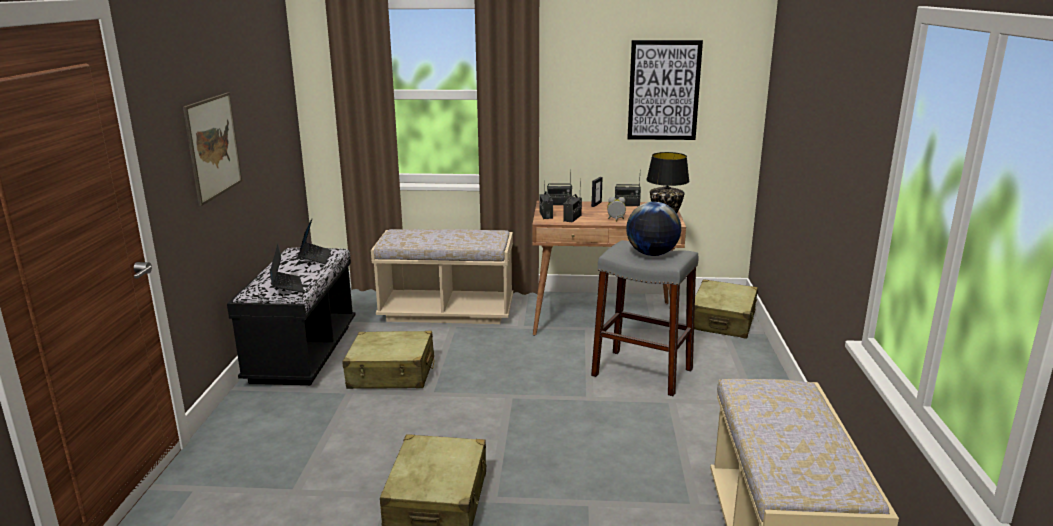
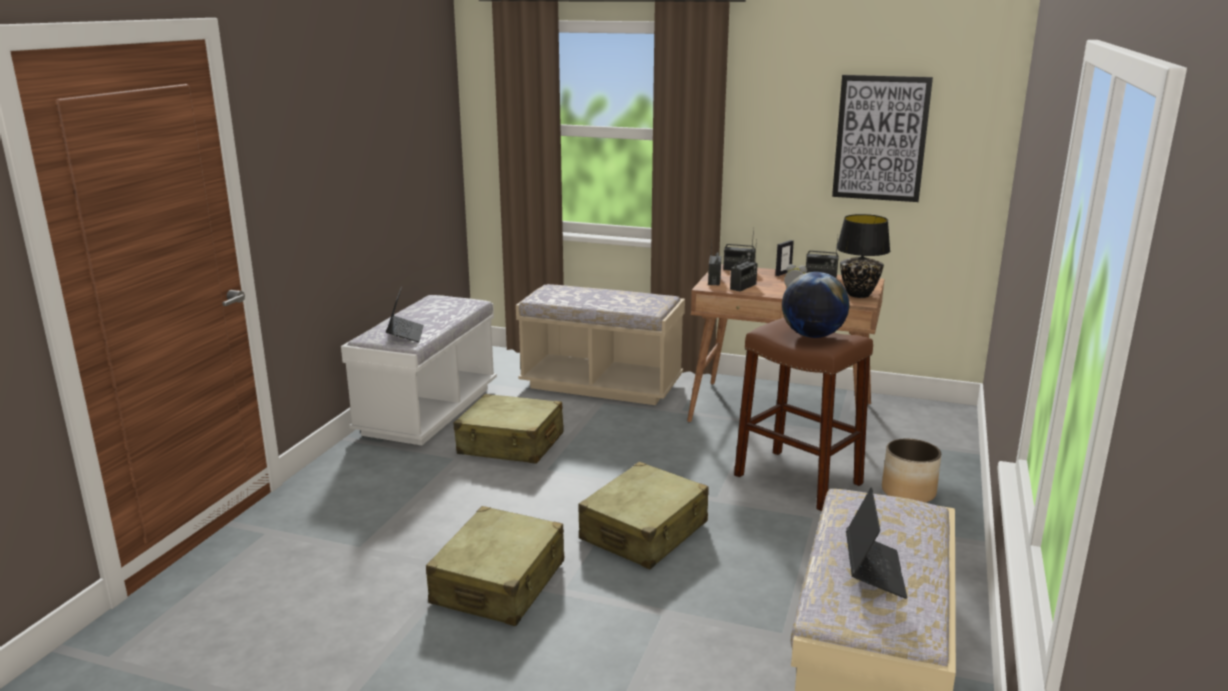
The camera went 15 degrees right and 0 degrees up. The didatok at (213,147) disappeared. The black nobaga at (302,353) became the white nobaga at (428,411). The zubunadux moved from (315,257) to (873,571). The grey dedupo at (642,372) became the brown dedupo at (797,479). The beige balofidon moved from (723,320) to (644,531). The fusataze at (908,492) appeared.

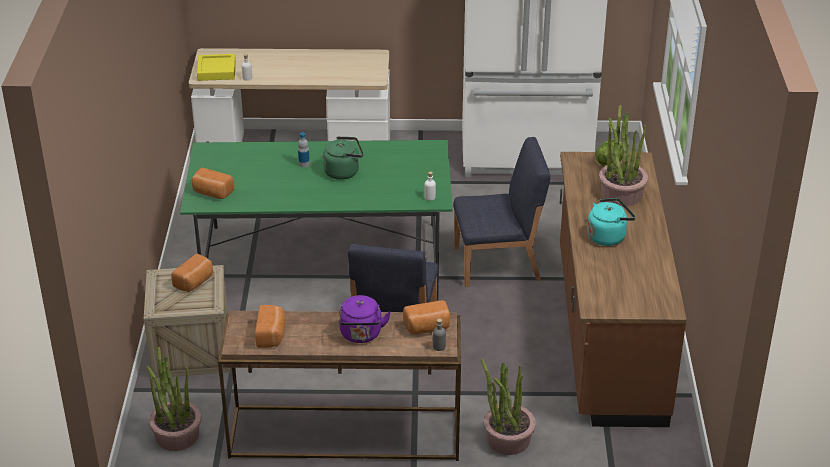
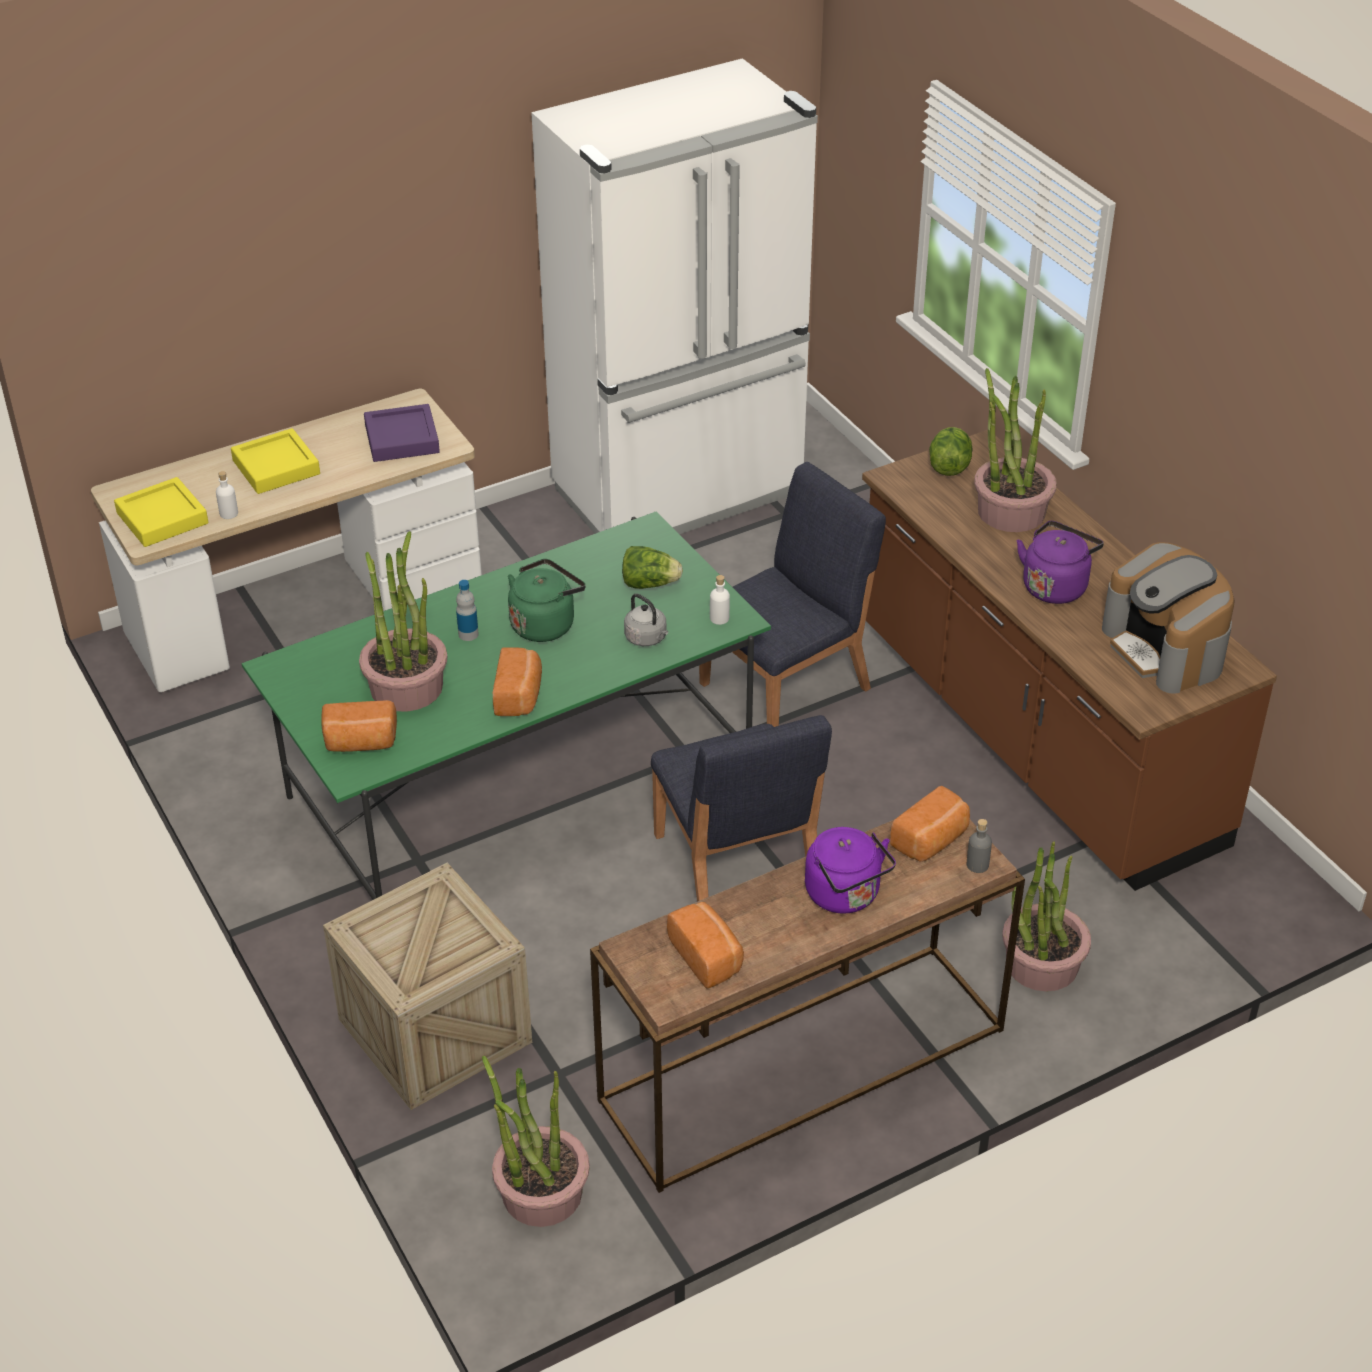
The camera went 30 degrees left and 5 degrees up. The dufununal moved from (195,282) to (519,696). The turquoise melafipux at (608,236) became the purple melafipux at (1055,586). The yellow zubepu at (276,467) appeared. The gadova at (406,686) appeared. The purple zubepu at (402,439) appeared. The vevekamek at (649,584) appeared. The grey melafipux at (647,638) appeared. The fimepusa at (1165,649) appeared.

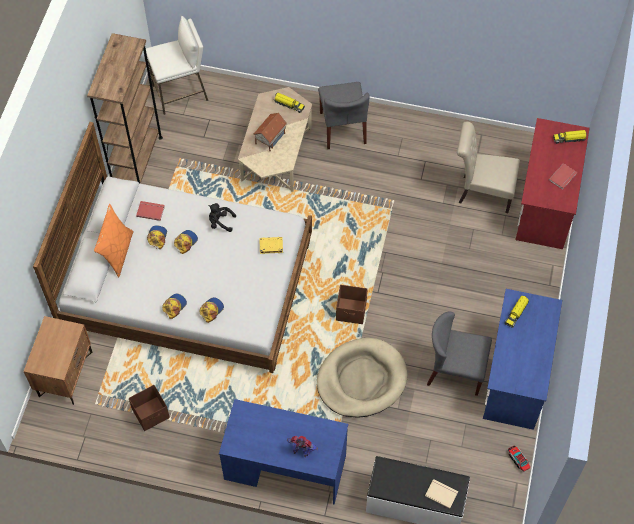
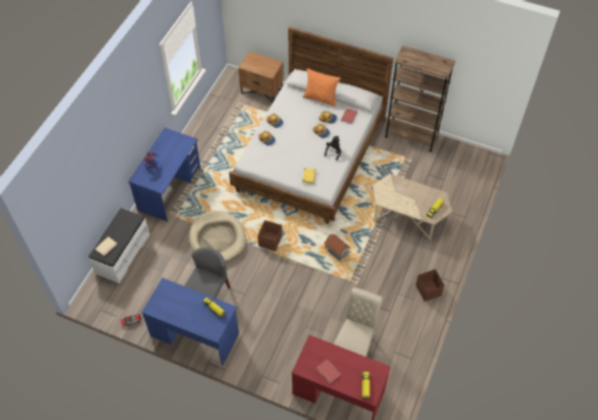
The camera went 100 degrees right and 5 degrees down. The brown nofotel moved from (151,414) to (428,291). The white dedupo at (180,93) disappeared. The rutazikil moved from (270,138) to (336,251). The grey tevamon at (343,128) disappeared.

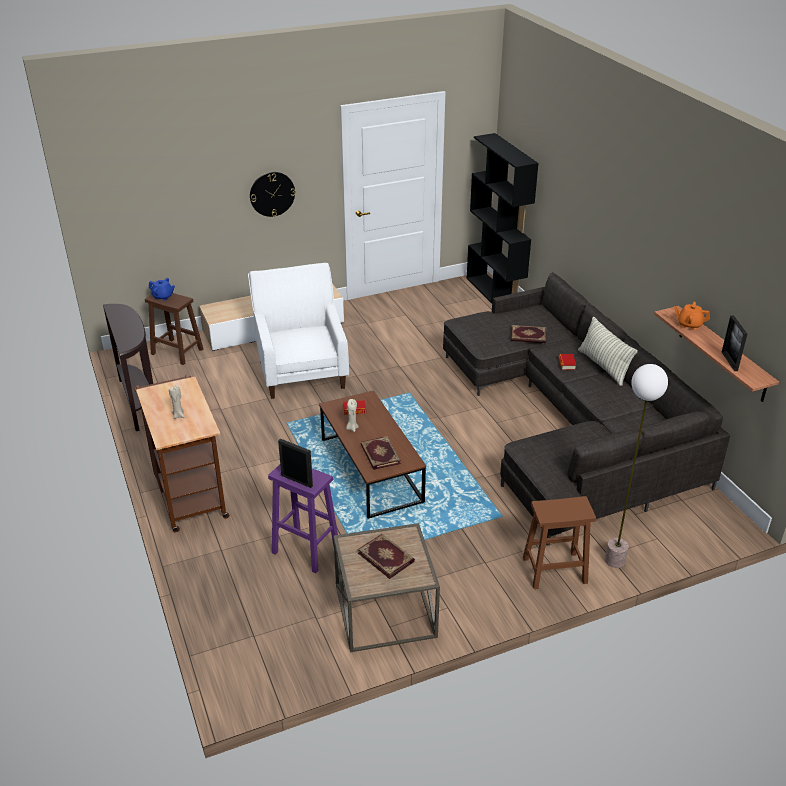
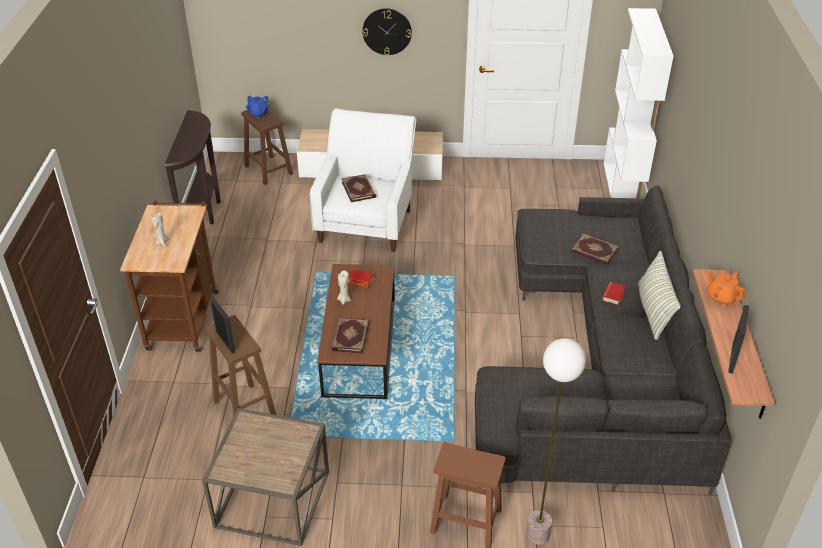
The camera went 25 degrees right and 5 degrees up. The purple dedupo at (305,550) became the brown dedupo at (244,408). The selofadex moved from (386,557) to (359,189). The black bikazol at (495,294) became the white bikazol at (622,189).

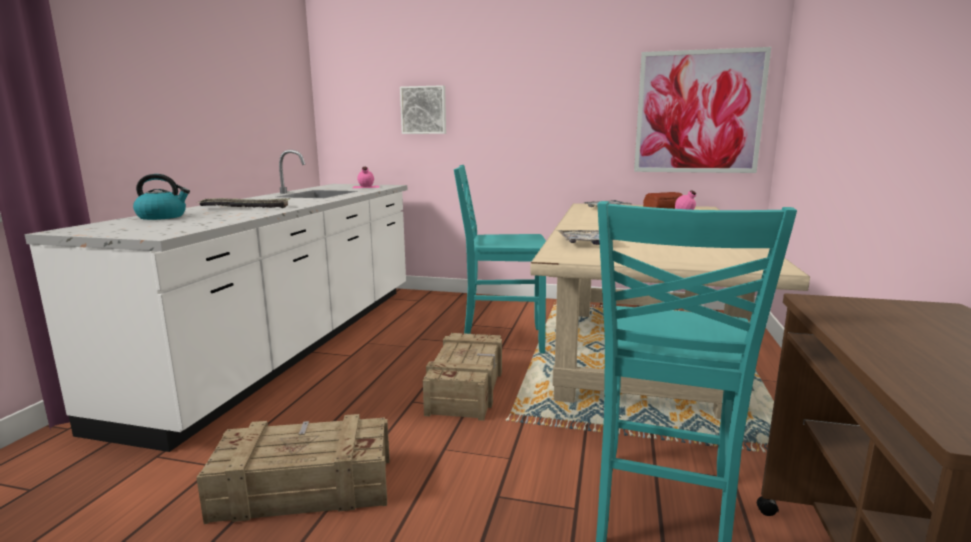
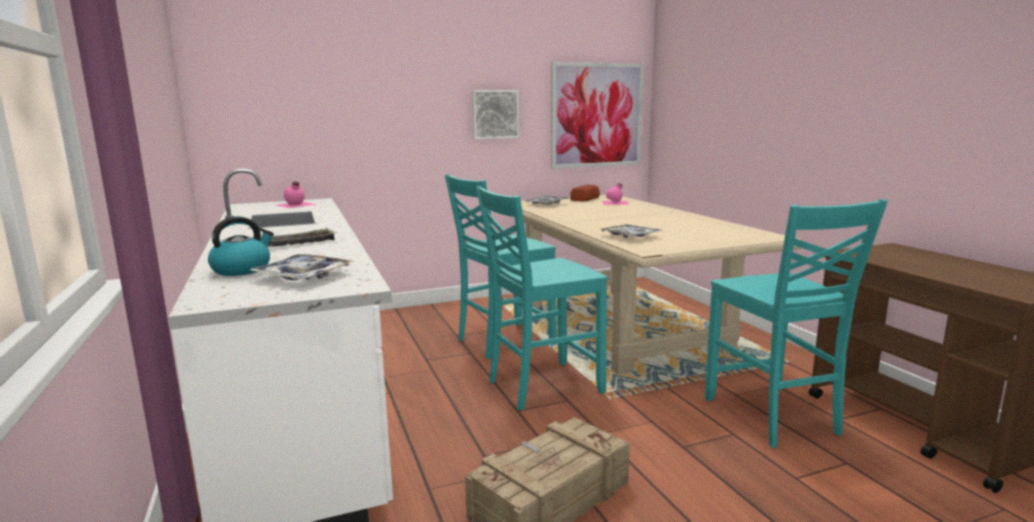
The camera went 35 degrees left and 0 degrees up. The didatok moved from (424,110) to (494,114). The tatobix at (467,388) was replaced by the turquoise tevamon at (542,386). The zubepu at (303,276) appeared.

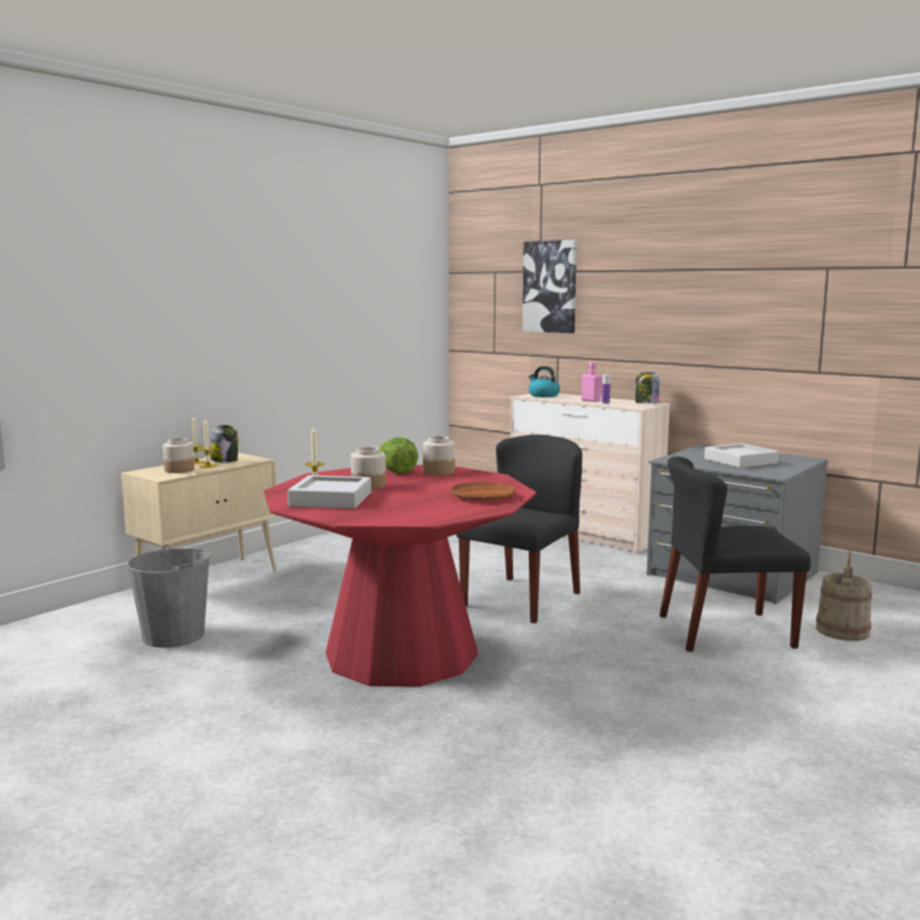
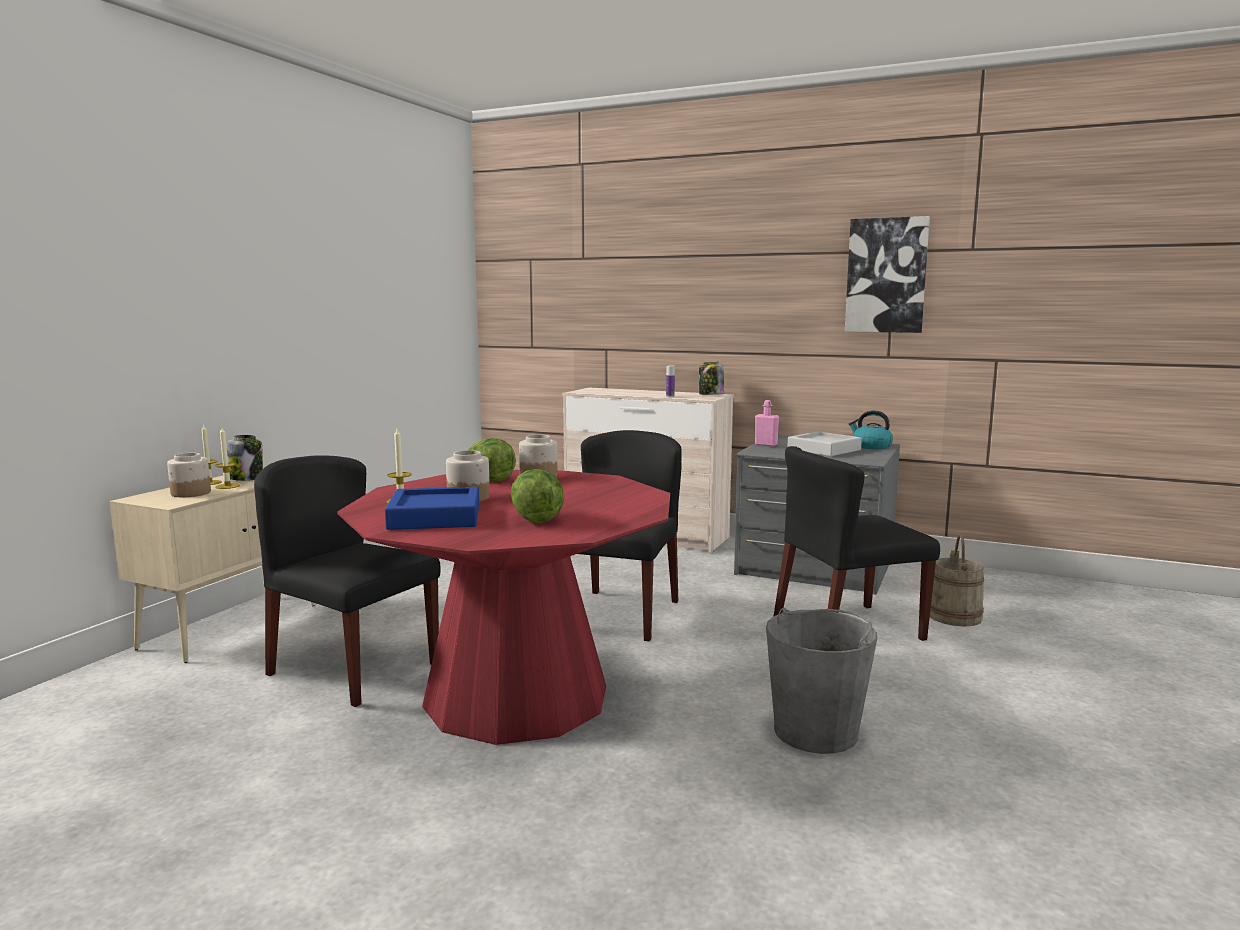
The camera went 15 degrees left and 0 degrees up. The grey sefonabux moved from (174,635) to (816,731). The grey zubepu at (331,499) became the blue zubepu at (435,517). The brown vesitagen at (482,496) disappeared. The didatok moved from (550,286) to (886,275). The melafipux moved from (543,395) to (871,446). The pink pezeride moved from (591,400) to (766,445). The black tevamon at (352,669) appeared. The vevekamek at (536,519) appeared.

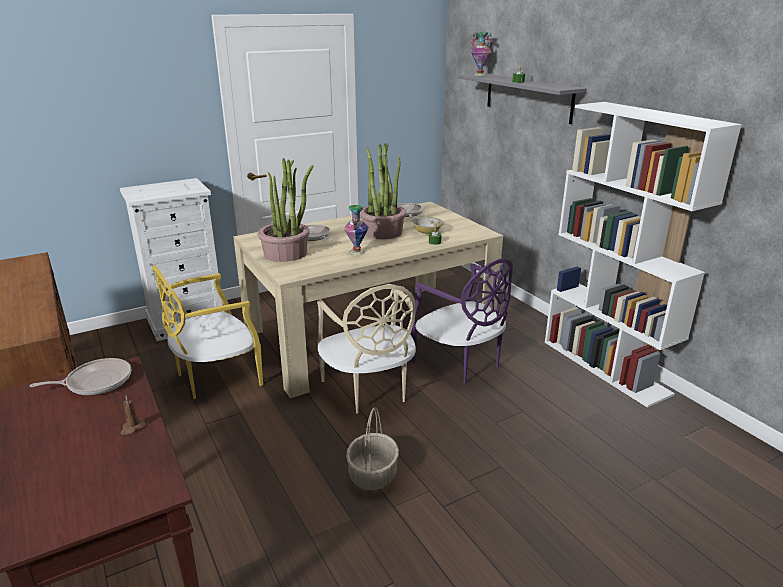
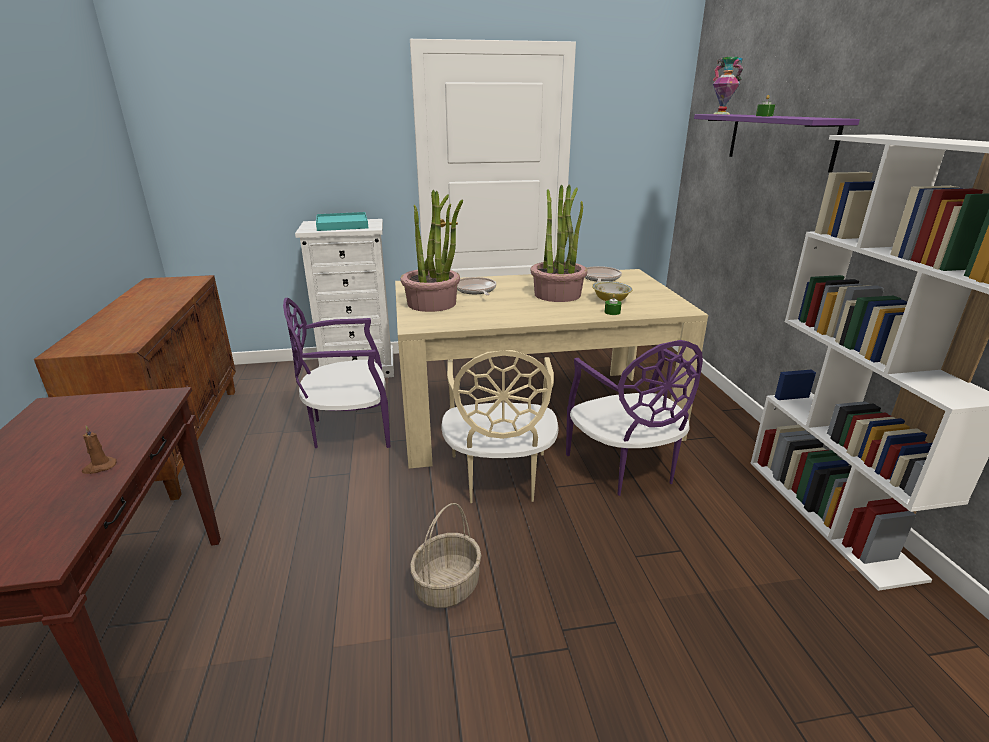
The camera went 20 degrees right and 0 degrees up. The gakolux at (96,382) disappeared. The yellow tevamon at (216,377) became the purple tevamon at (350,429). The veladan at (357,252) disappeared. The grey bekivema at (528,97) became the purple bekivema at (779,140). The turquoise zubepu at (342,225) appeared.

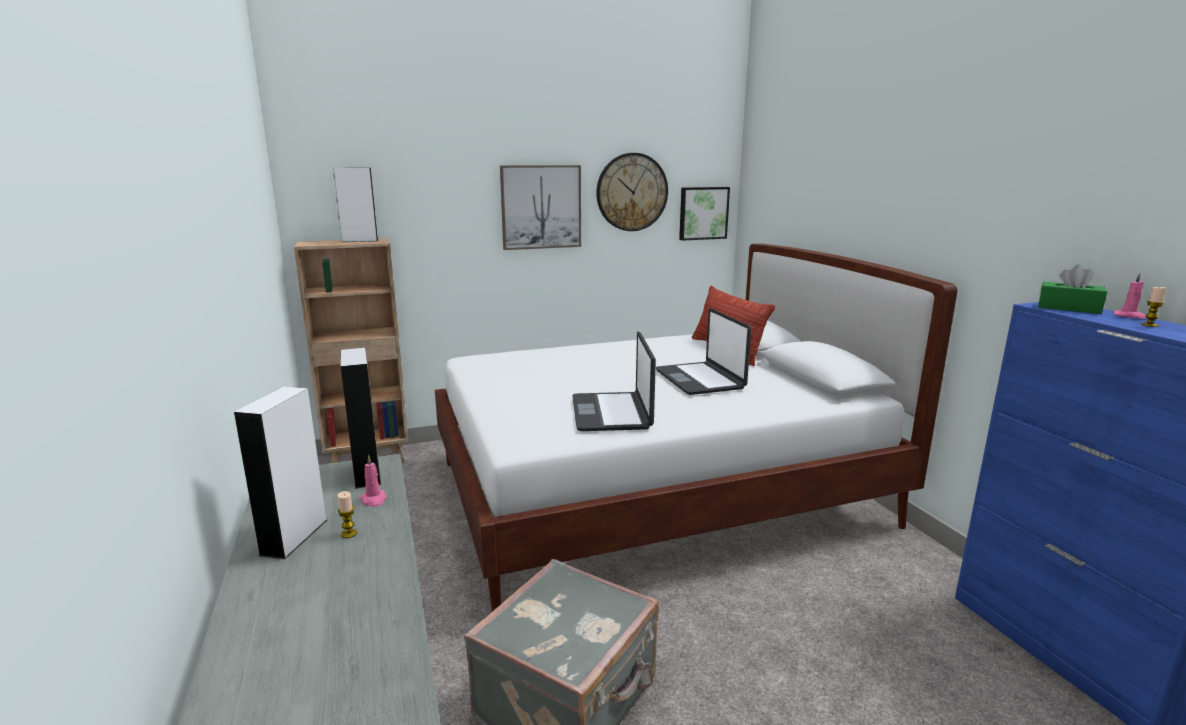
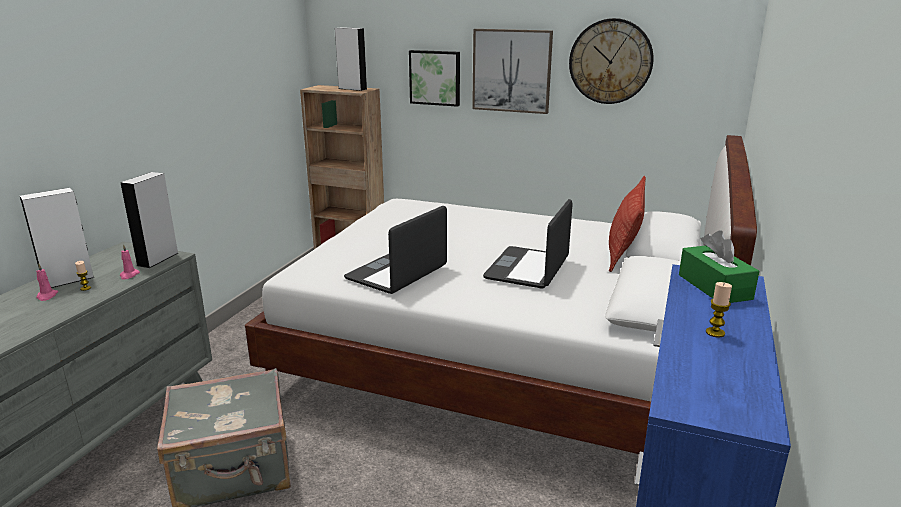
The camera went 40 degrees right and 5 degrees up. The didatok moved from (703,213) to (435,77). The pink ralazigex moved from (1130,316) to (47,296).

